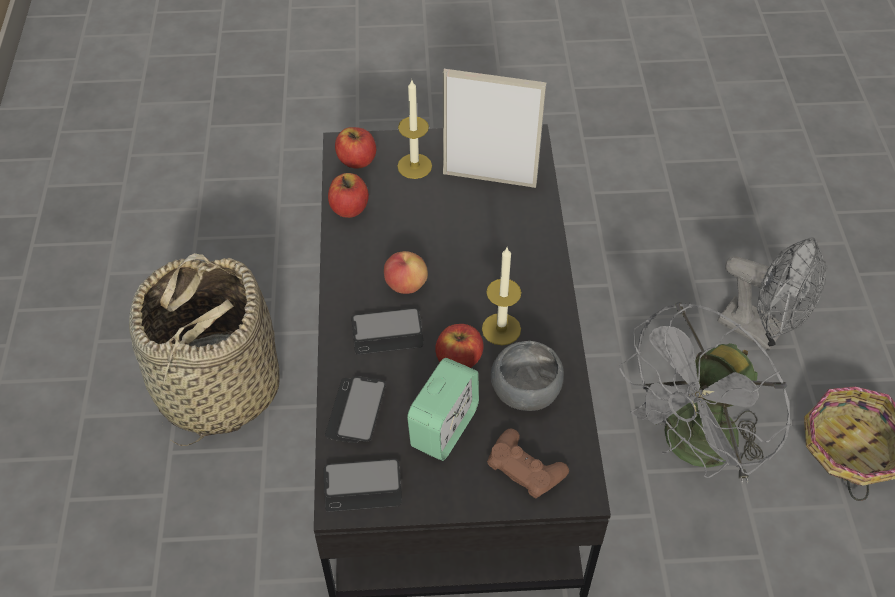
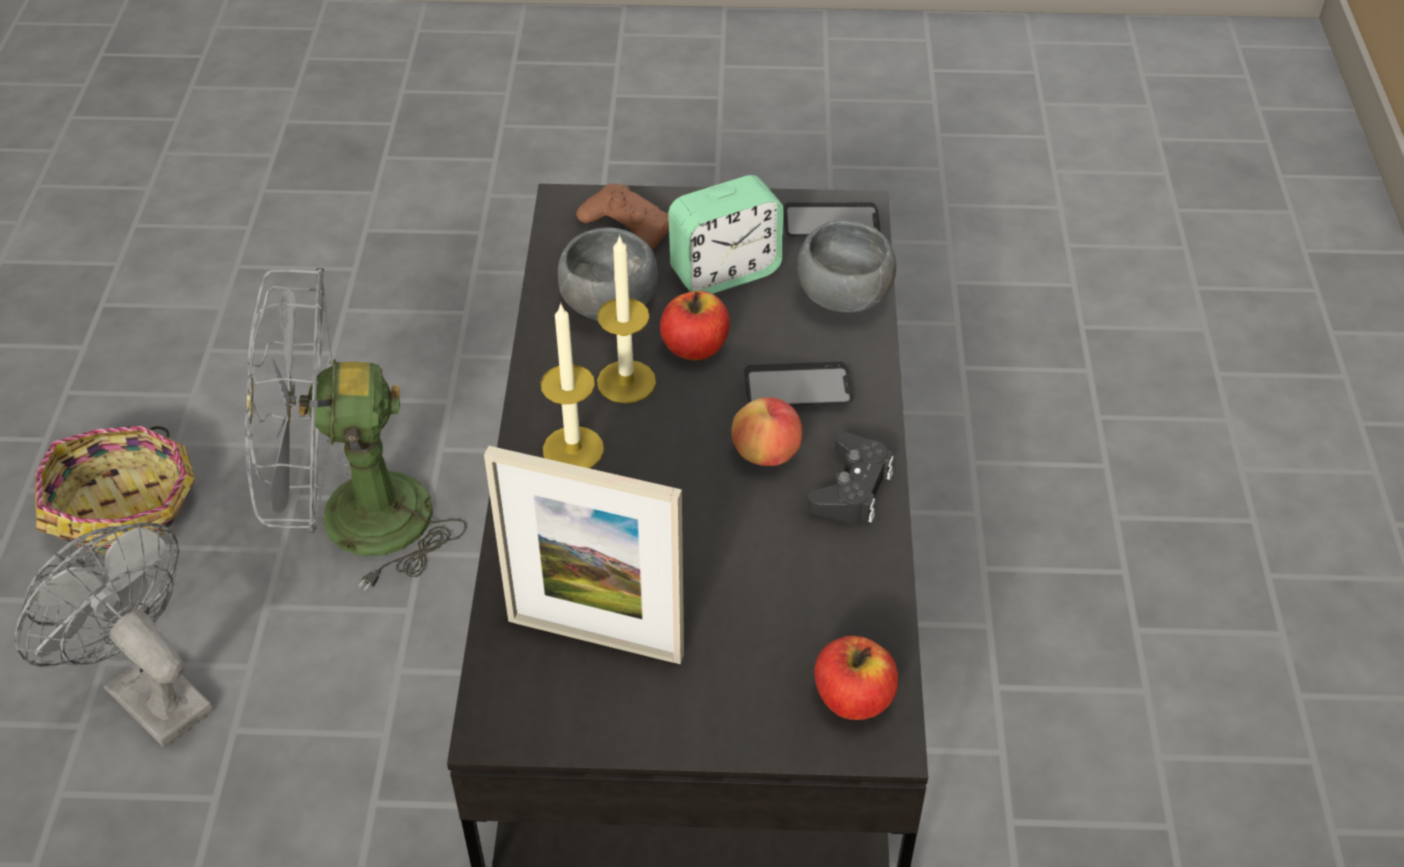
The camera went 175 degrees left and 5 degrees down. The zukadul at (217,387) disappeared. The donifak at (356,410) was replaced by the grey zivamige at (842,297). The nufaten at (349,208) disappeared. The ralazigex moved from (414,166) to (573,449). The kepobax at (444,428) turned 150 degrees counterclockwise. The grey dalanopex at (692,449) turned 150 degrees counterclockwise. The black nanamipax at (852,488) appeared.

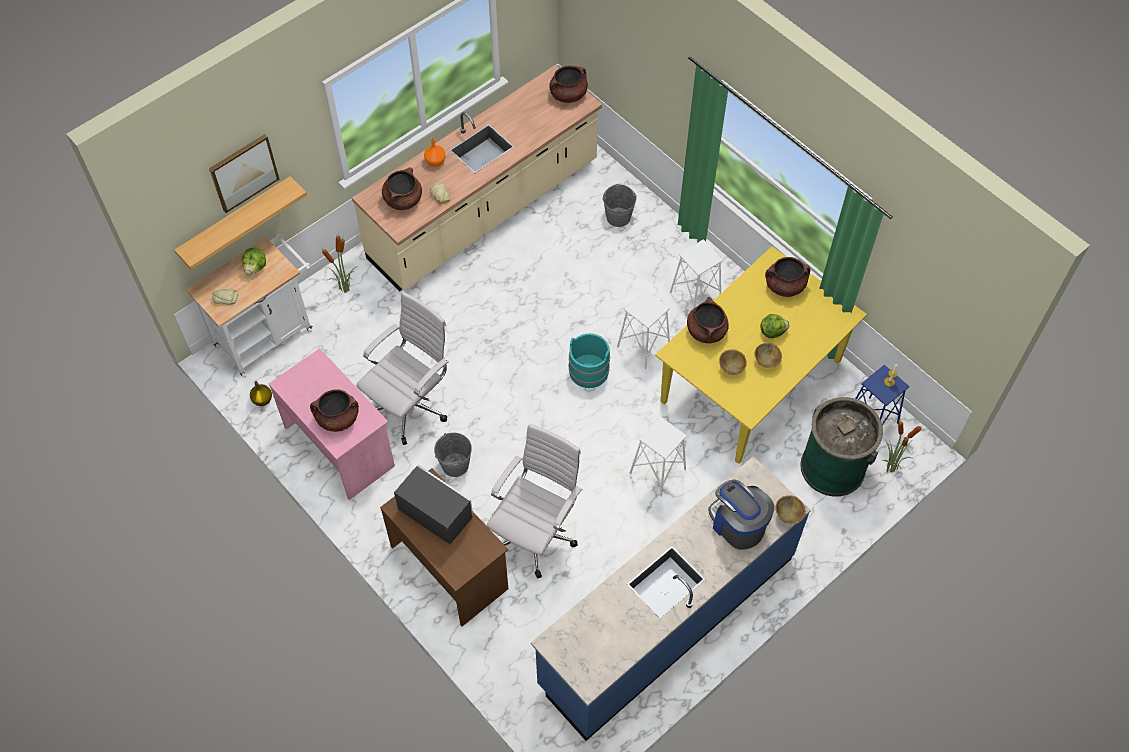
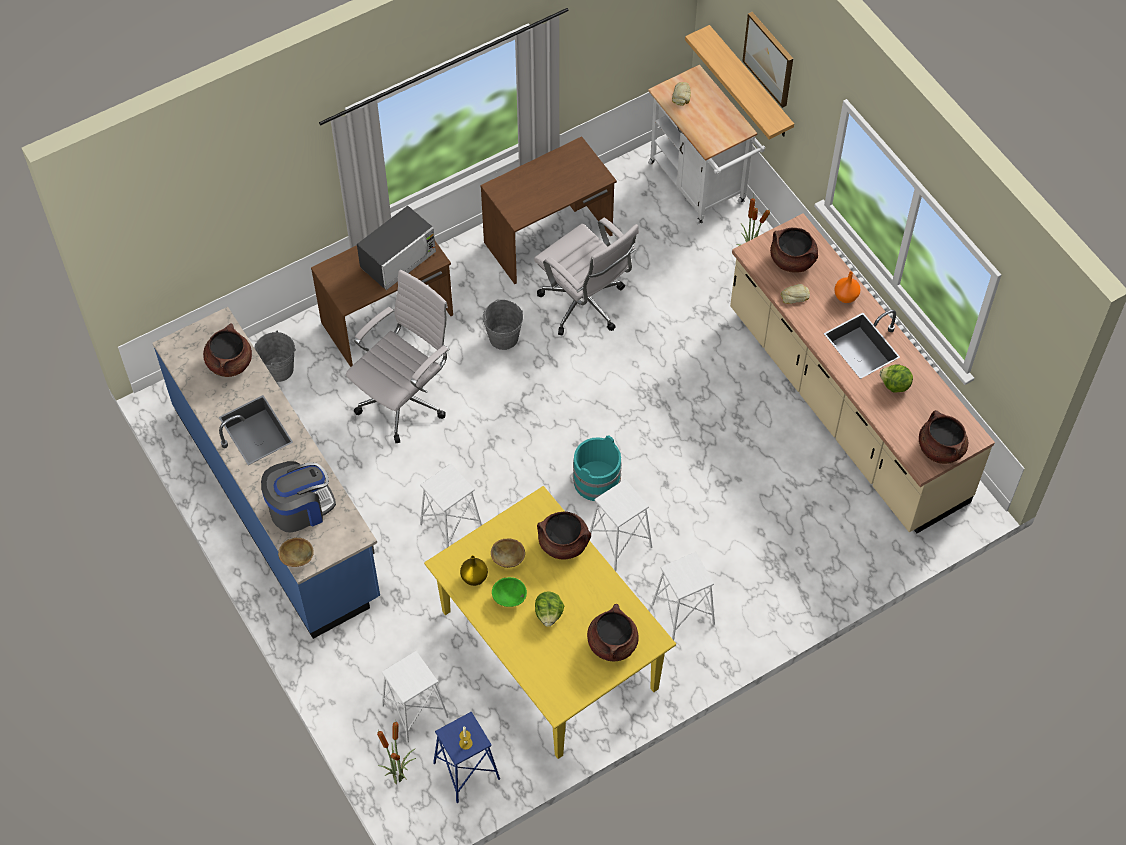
The camera went 100 degrees right and 0 degrees up. The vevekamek moved from (256,267) to (894,385). The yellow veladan moved from (262,400) to (475,577). The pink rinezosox at (340,445) became the brown rinezosox at (549,239). The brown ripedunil moved from (338,418) to (229,362). The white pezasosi at (536,534) turned 90 degrees counterclockwise. The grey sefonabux moved from (618,217) to (278,369). The brown zivamige at (766,361) became the green zivamige at (509,598). The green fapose at (832,467) was replaced by the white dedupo at (414,711).

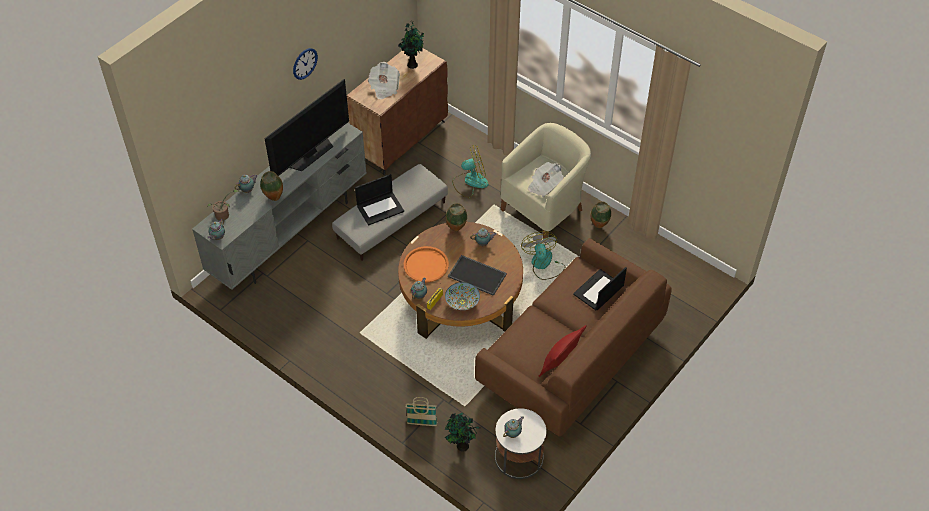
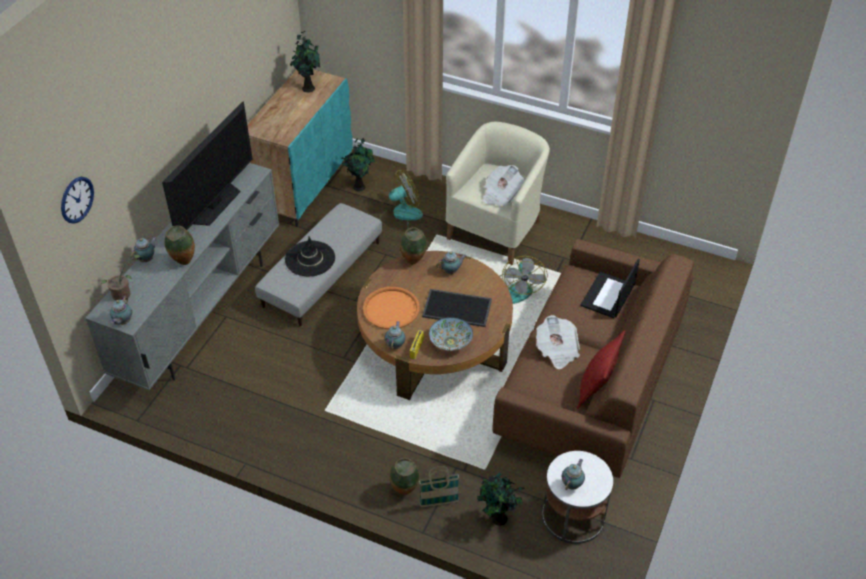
The camera went 15 degrees left and 5 degrees down. The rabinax moved from (305,63) to (77,199). The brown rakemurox at (401,139) became the turquoise rakemurox at (304,185). The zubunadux at (380,208) was replaced by the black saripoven at (310,259). The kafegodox moved from (384,87) to (557,350). The dalanopex at (543,264) turned 150 degrees counterclockwise. The veladan moved from (599,226) to (405,491). The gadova at (359,186) appeared.

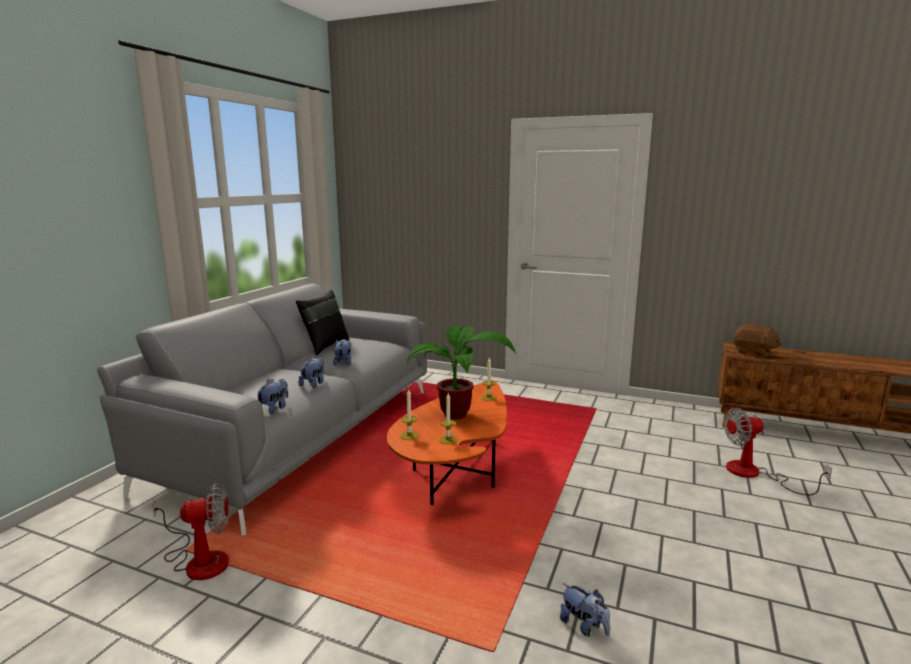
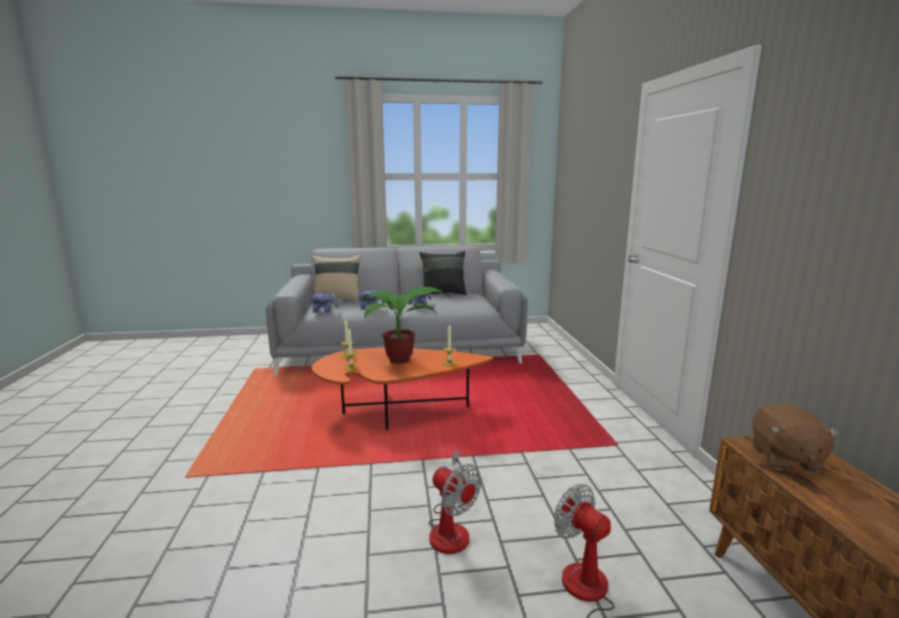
The camera went 60 degrees right and 0 degrees up. The dalanopex moved from (199,560) to (451,528). The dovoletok at (584,626) disappeared. The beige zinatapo at (337,299) appeared.

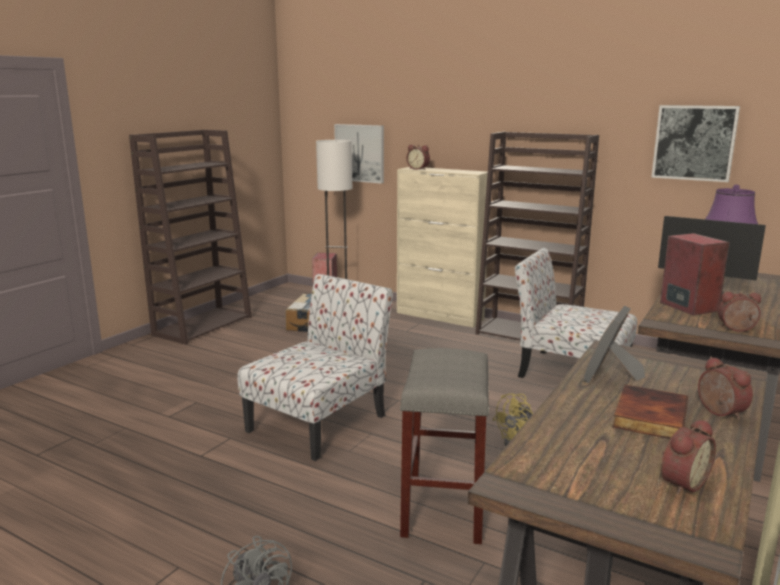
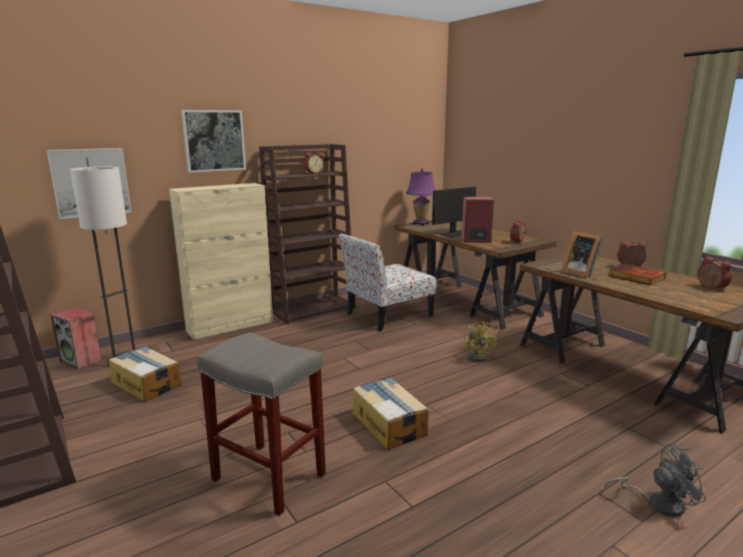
The camera went 65 degrees left and 0 degrees up. The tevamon at (320,422) was replaced by the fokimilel at (389,423). The grey dedupo moved from (443,508) to (267,477). The kepobax moved from (418,169) to (313,173). The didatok moved from (694,143) to (214,140).

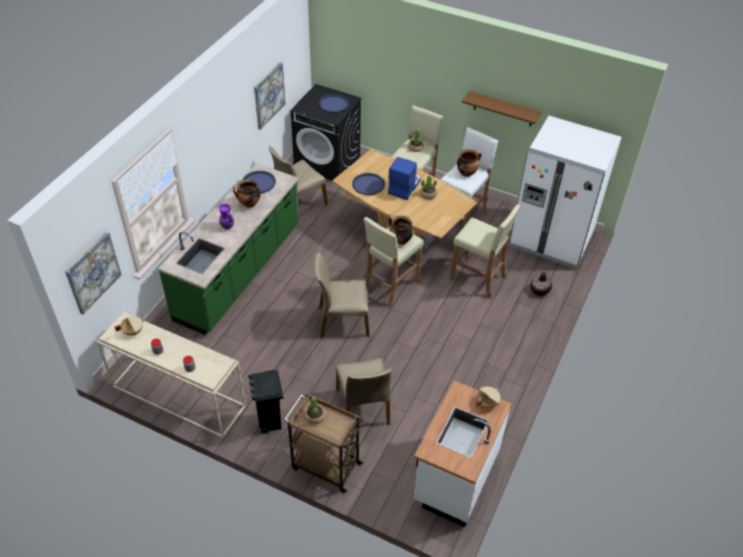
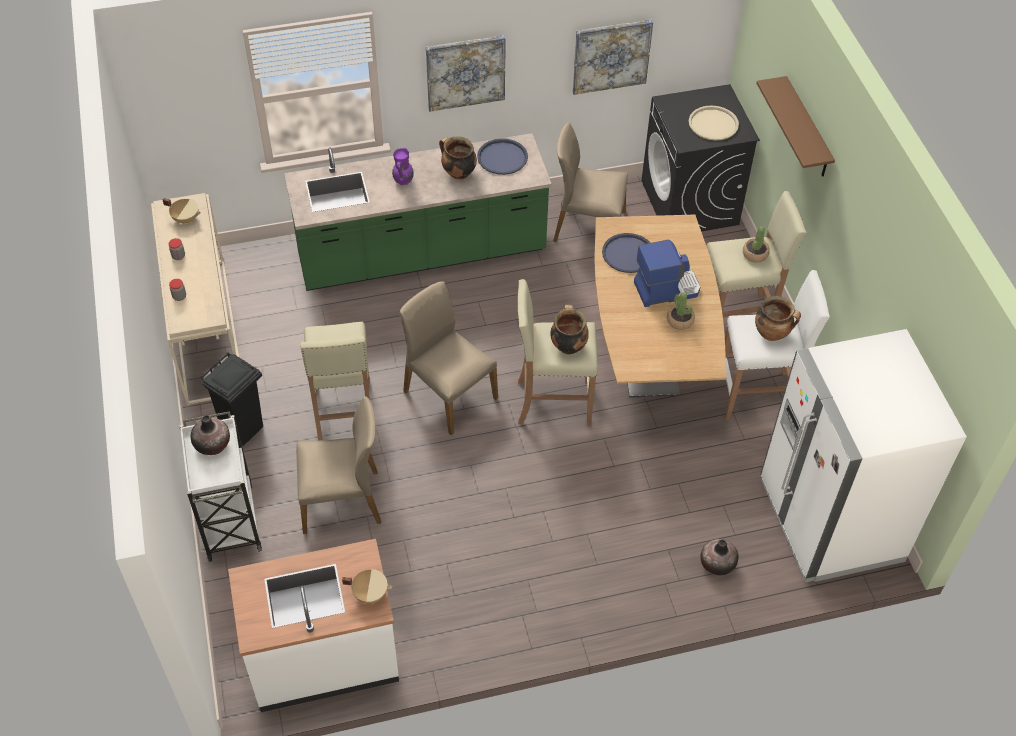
The camera went 50 degrees right and 5 degrees up. The didatok moved from (93,272) to (465,72). The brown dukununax at (325,465) became the white dukununax at (230,519). The gadova at (315,416) was replaced by the veladan at (213,445). The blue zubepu at (333,104) became the beige zubepu at (713,124). The beige tevamon at (363,407) turned 135 degrees counterclockwise. The beige dedupo moved from (477,278) to (344,412). The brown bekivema moved from (503,109) to (807,129).

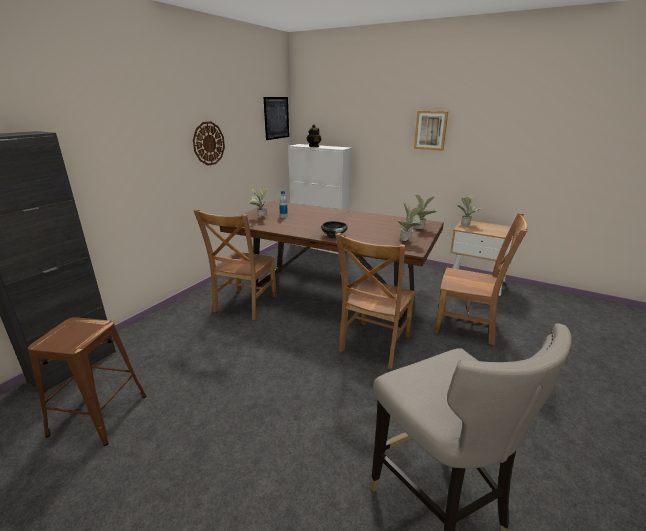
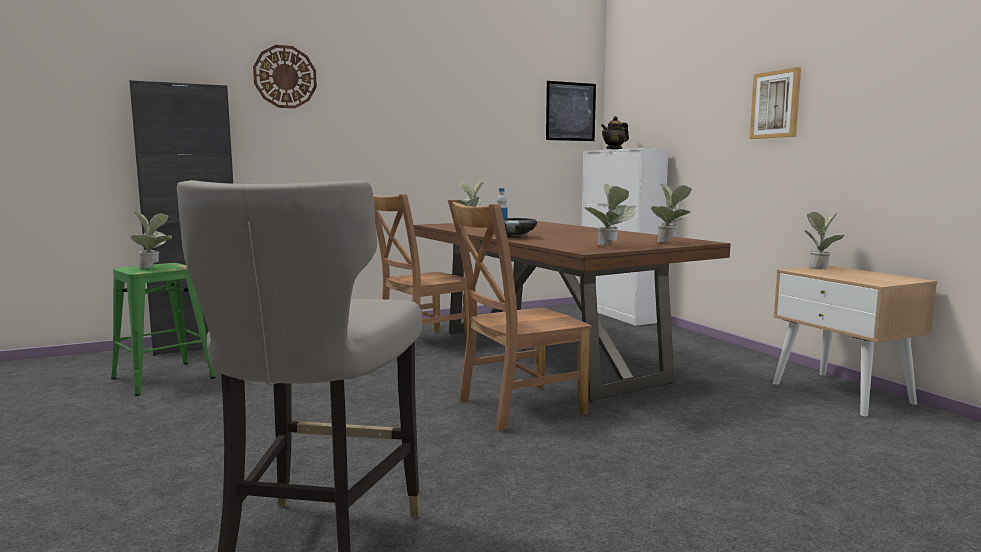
The camera went 35 degrees right and 15 degrees down. The brown dedupo at (98,414) became the green dedupo at (163,377). The rabinax moved from (208,143) to (285,77). The brown tevamon at (469,326) disappeared. The gadova at (154,267) appeared.

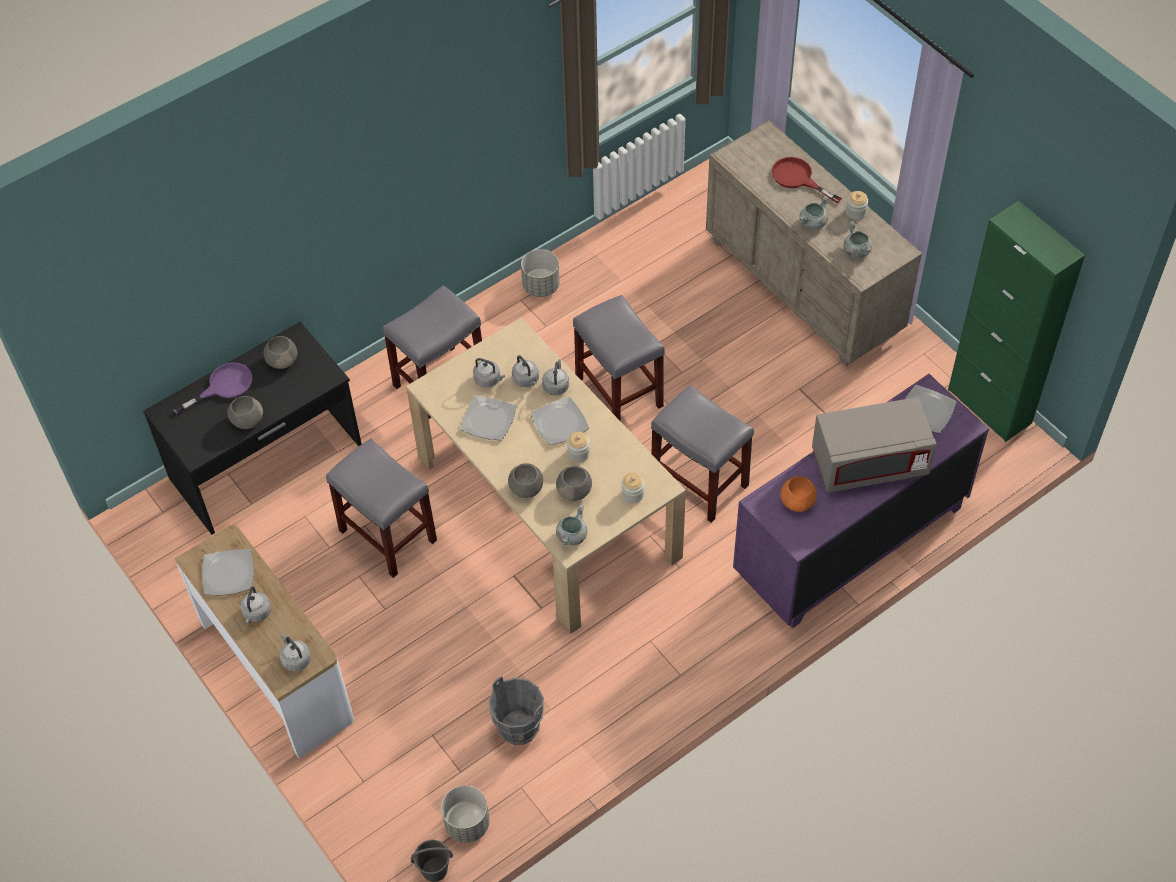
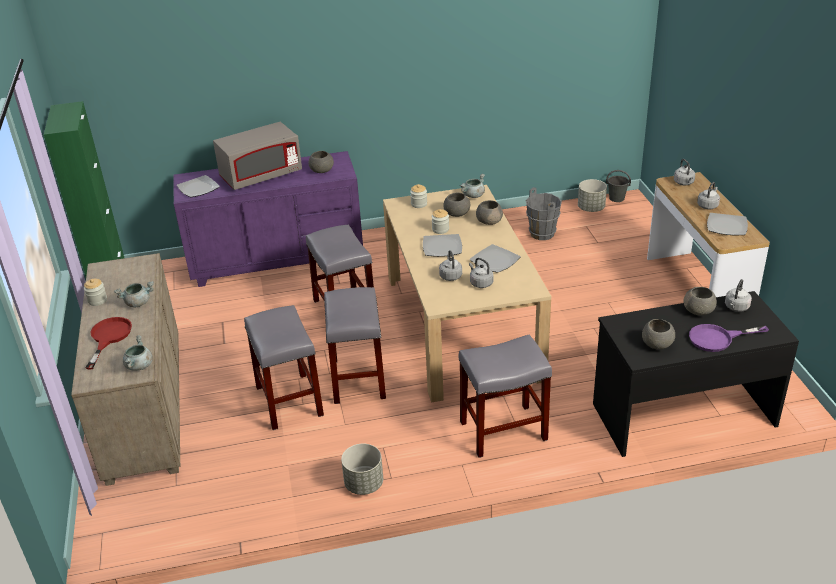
The camera went 155 degrees left and 20 degrees down. The grey dedupo moved from (387,535) to (290,401). The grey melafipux moved from (556,385) to (736,308). The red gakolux at (798,178) turned 150 degrees counterclockwise. The orange zivamige at (798,501) became the grey zivamige at (321,170). The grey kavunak at (869,463) turned 135 degrees clockwise. The grey ripedunil moved from (856,251) to (139,366).

